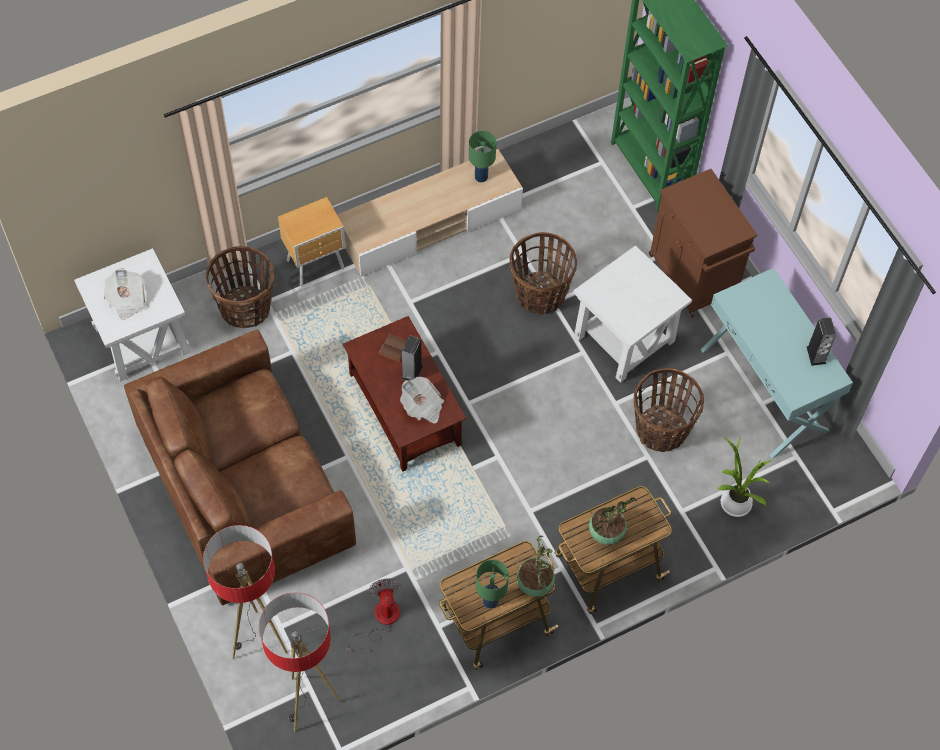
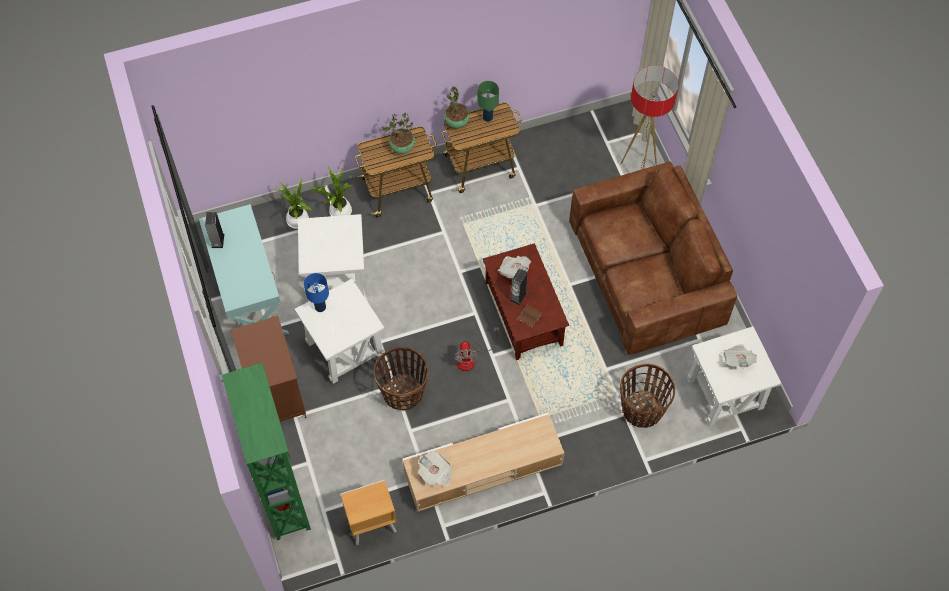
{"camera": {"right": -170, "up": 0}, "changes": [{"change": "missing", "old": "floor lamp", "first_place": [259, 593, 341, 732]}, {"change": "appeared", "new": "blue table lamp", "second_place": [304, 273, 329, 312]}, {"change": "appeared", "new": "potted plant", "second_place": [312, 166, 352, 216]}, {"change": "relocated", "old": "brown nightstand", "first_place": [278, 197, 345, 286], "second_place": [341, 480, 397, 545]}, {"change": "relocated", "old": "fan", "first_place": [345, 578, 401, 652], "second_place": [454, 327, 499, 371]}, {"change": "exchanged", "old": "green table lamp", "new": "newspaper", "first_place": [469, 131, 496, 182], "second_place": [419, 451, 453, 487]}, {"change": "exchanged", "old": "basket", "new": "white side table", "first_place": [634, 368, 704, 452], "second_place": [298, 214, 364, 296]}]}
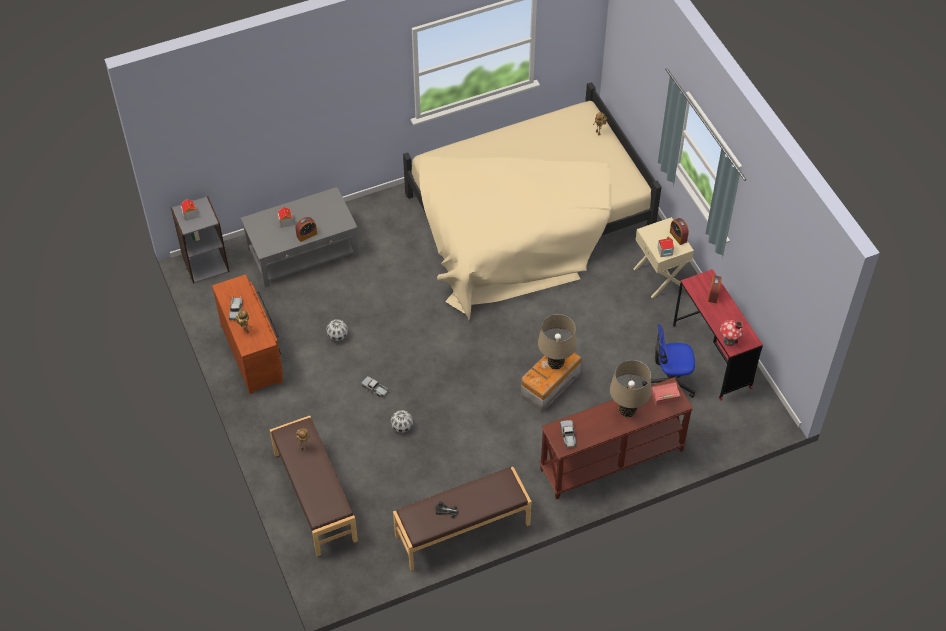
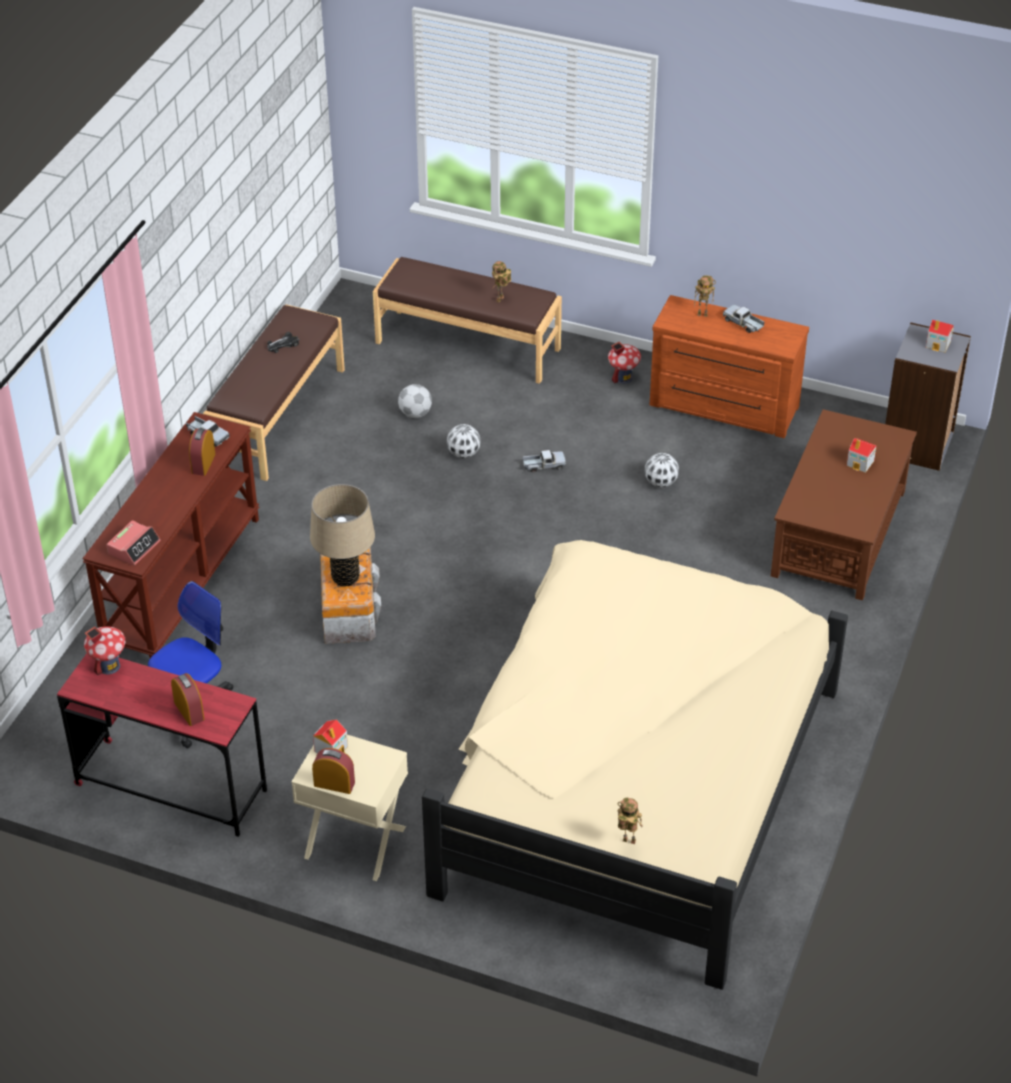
{"camera": {"right": 135, "up": -10}, "changes": [{"change": "missing", "old": "beige table lamp", "first_place": [610, 360, 651, 418]}, {"change": "appeared", "new": "football", "second_place": [398, 384, 432, 418]}, {"change": "appeared", "new": "toy house", "second_place": [608, 341, 641, 384]}, {"change": "relocated", "old": "alarm clock", "first_place": [296, 217, 317, 242], "second_place": [189, 428, 216, 476]}, {"change": "colour", "old": "grey coffee table", "new": "brown coffee table", "first_place": [241, 187, 359, 287], "second_place": [771, 409, 917, 601]}]}
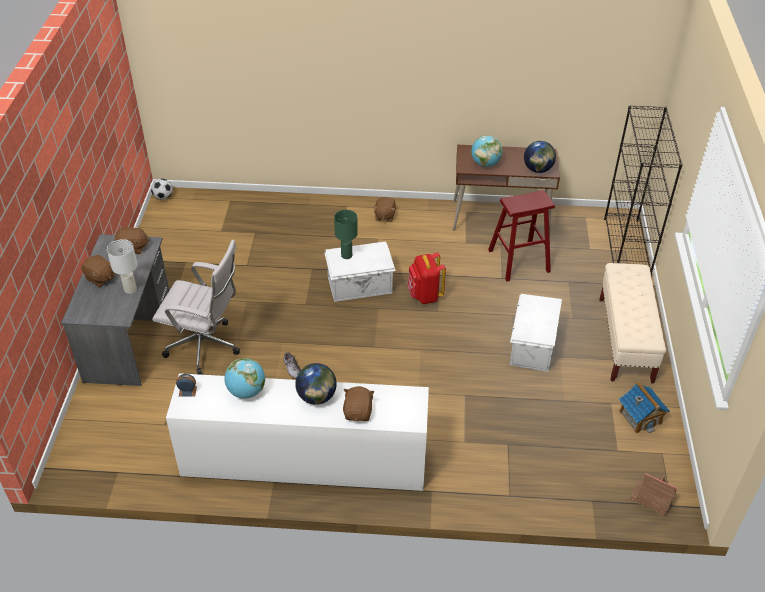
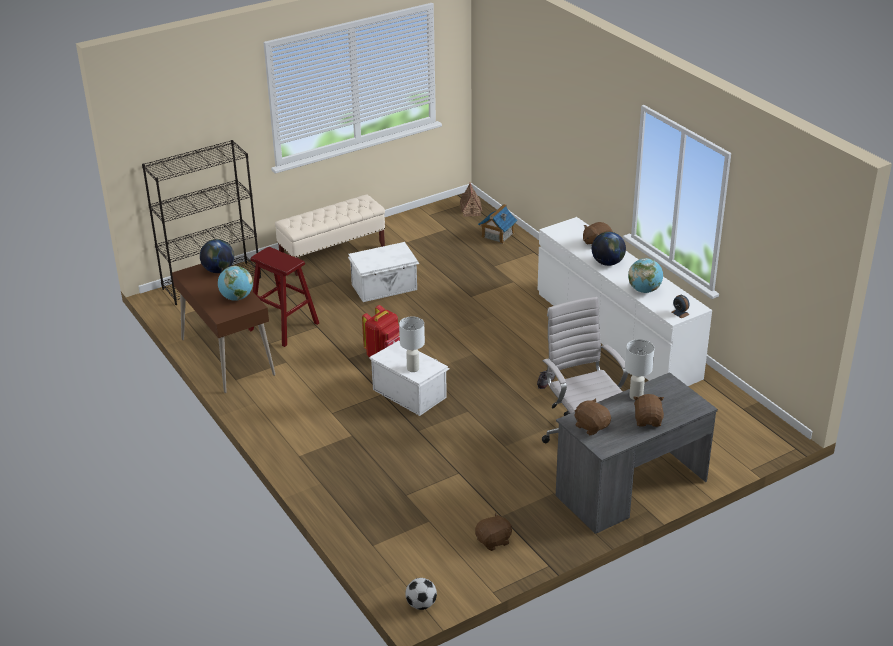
{"camera": {"right": -125, "up": -10}, "changes": [{"change": "relocated", "old": "brown plush toy", "first_place": [373, 197, 396, 222], "second_place": [475, 512, 512, 551]}, {"change": "relocated", "old": "toy house", "first_place": [619, 381, 670, 433], "second_place": [478, 204, 518, 244]}, {"change": "colour", "old": "green table lamp", "new": "white table lamp", "first_place": [334, 210, 358, 259], "second_place": [399, 316, 425, 372]}]}
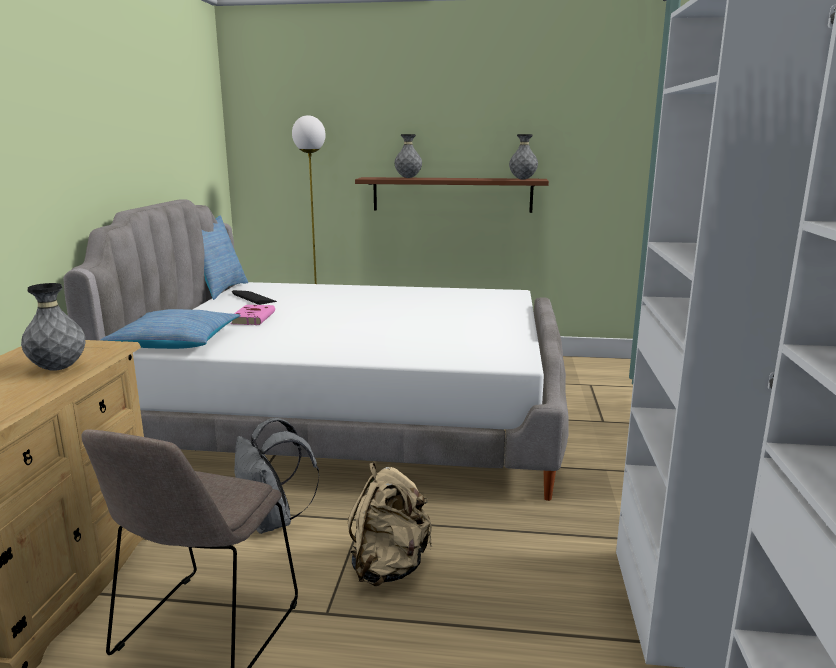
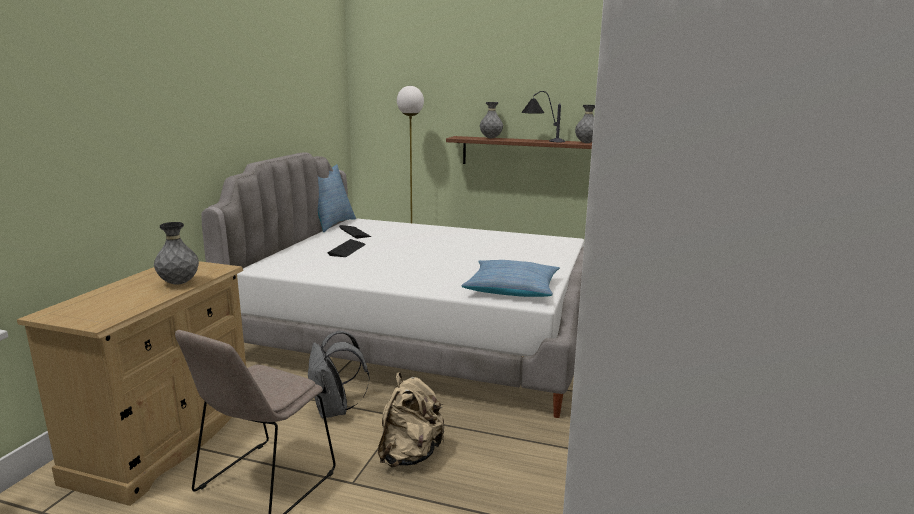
{"camera": {"right": 10, "up": 0}, "changes": [{"change": "appeared", "new": "table lamp", "second_place": [522, 91, 565, 142]}, {"change": "relocated", "old": "pillow", "first_place": [100, 309, 240, 349], "second_place": [462, 260, 560, 297]}, {"change": "exchanged", "old": "pink book", "new": "keyboard", "first_place": [231, 305, 275, 325], "second_place": [327, 239, 366, 257]}]}
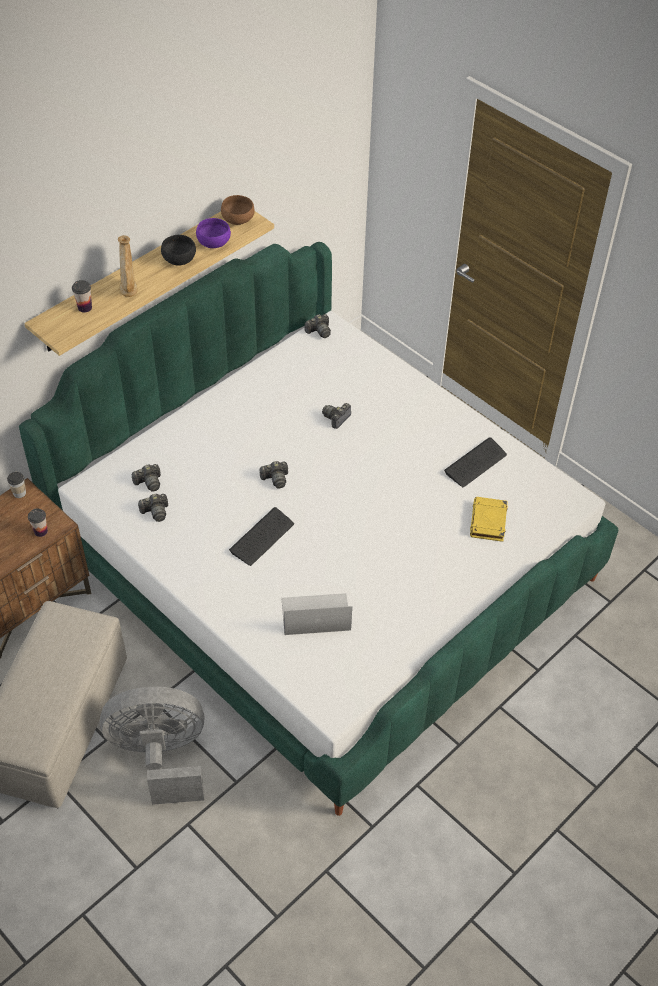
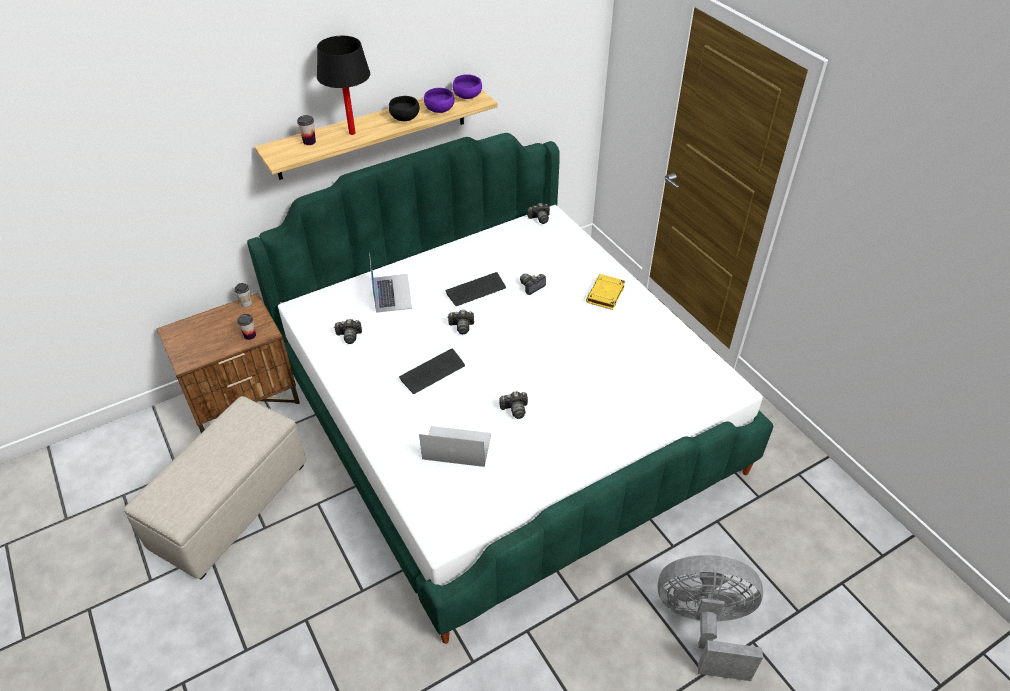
{"camera": {"right": 15, "up": -5}, "changes": [{"change": "appeared", "new": "laptop", "second_place": [369, 253, 412, 313]}, {"change": "relocated", "old": "grey fan", "first_place": [100, 687, 205, 805], "second_place": [657, 555, 763, 681]}, {"change": "relocated", "old": "photo camera", "first_place": [132, 464, 161, 492], "second_place": [499, 391, 528, 419]}, {"change": "relocated", "old": "keyboard", "first_place": [444, 437, 507, 487], "second_place": [445, 272, 506, 306]}, {"change": "relocated", "old": "yellow book", "first_place": [470, 497, 508, 542], "second_place": [586, 274, 625, 310]}, {"change": "exchanged", "old": "beige vase", "new": "black table lamp", "first_place": [118, 235, 138, 297], "second_place": [317, 36, 370, 135]}, {"change": "colour", "old": "brown bowl", "new": "purple bowl", "first_place": [221, 195, 255, 225], "second_place": [452, 74, 482, 99]}]}
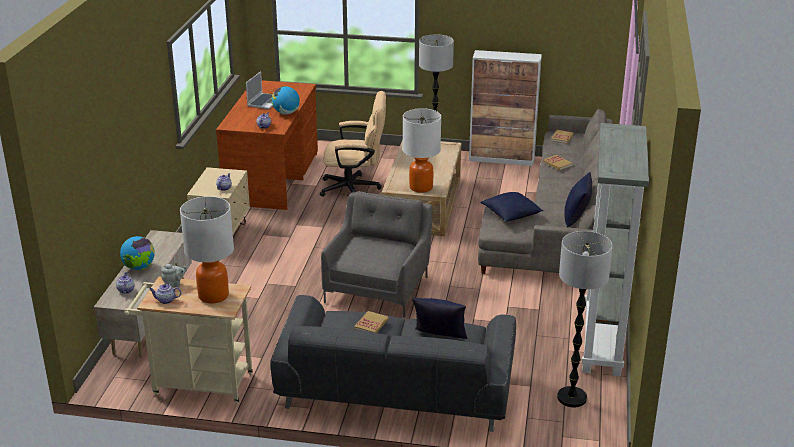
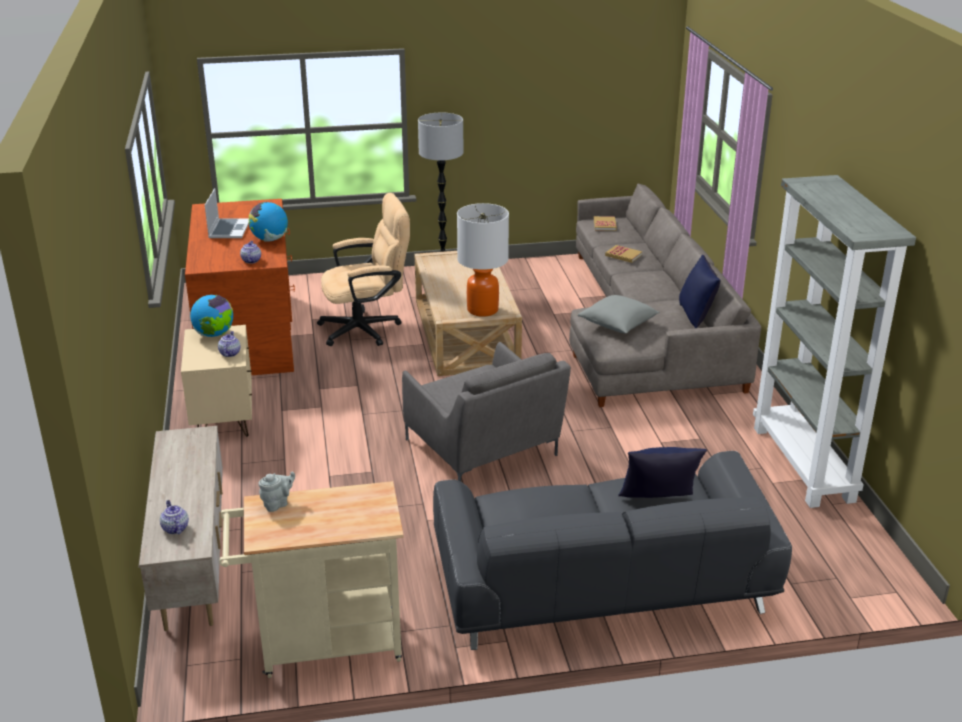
{"camera": {"right": -20, "up": 0}, "changes": [{"change": "missing", "old": "teapot", "first_place": [149, 284, 181, 304]}, {"change": "missing", "old": "table lamp", "first_place": [180, 196, 234, 303]}, {"change": "missing", "old": "book", "first_place": [354, 311, 389, 333]}, {"change": "missing", "old": "cabinet", "first_place": [469, 50, 542, 166]}, {"change": "missing", "old": "floor lamp", "first_place": [557, 231, 613, 407]}, {"change": "relocated", "old": "globe", "first_place": [120, 236, 155, 270], "second_place": [190, 295, 233, 337]}, {"change": "colour", "old": "blue pillow", "new": "grey pillow", "first_place": [480, 192, 543, 222], "second_place": [578, 295, 660, 333]}, {"change": "spun", "old": "grey armchair", "first_place": [321, 191, 432, 318], "second_place": [402, 342, 571, 481], "degrees": 150}]}
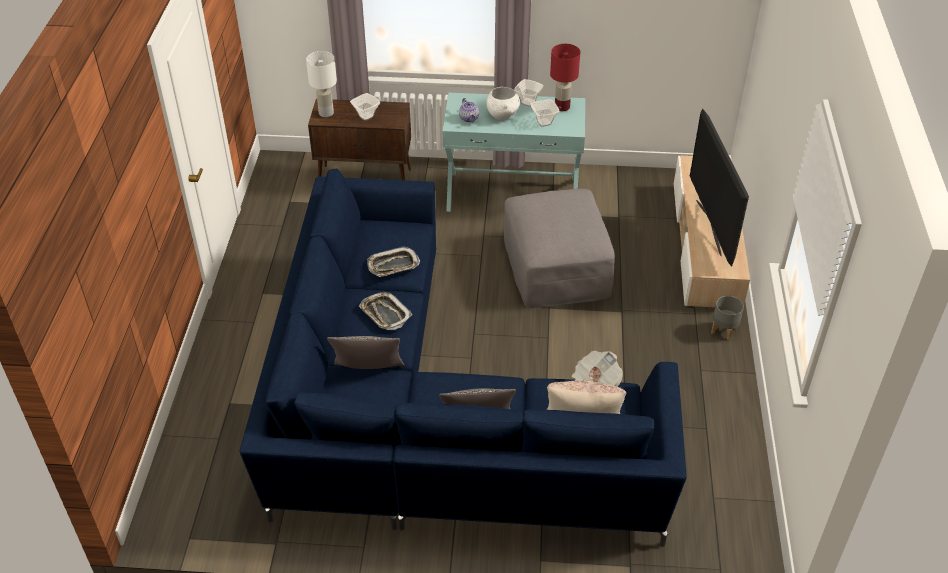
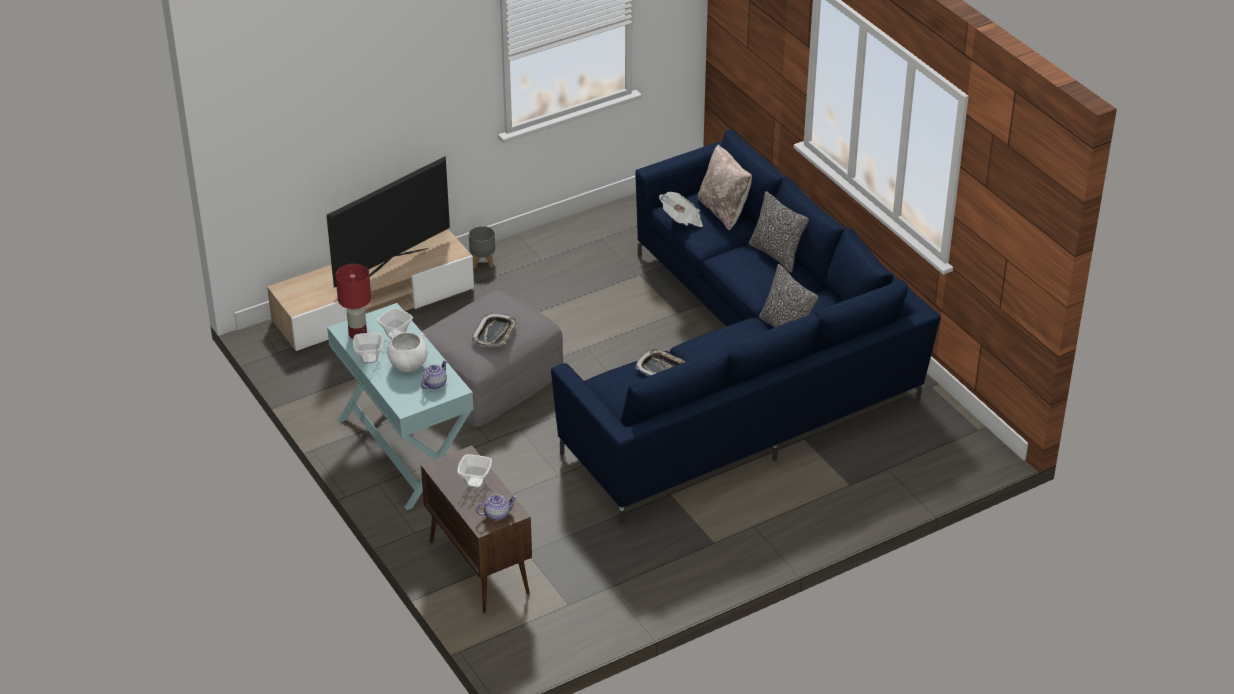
{"camera": {"right": -125, "up": -5}, "changes": [{"change": "relocated", "old": "tray", "first_place": [359, 292, 412, 330], "second_place": [472, 313, 517, 347]}, {"change": "exchanged", "old": "white table lamp", "new": "teapot", "first_place": [306, 51, 337, 117], "second_place": [476, 494, 517, 521]}]}
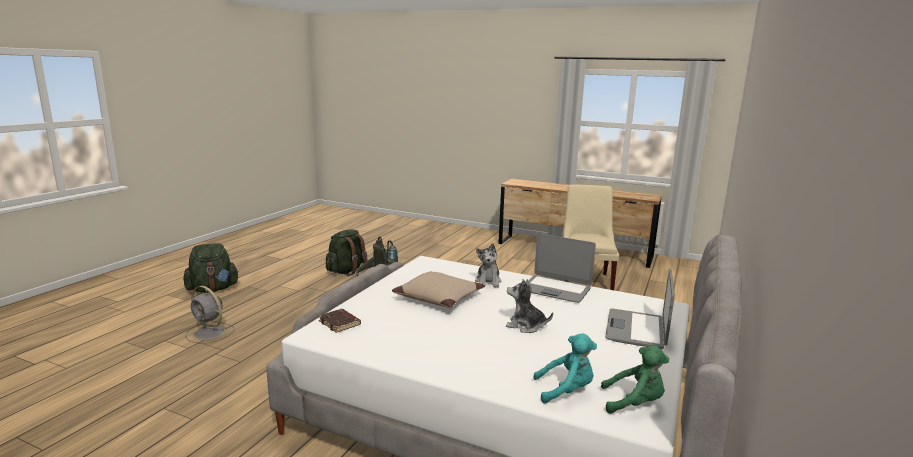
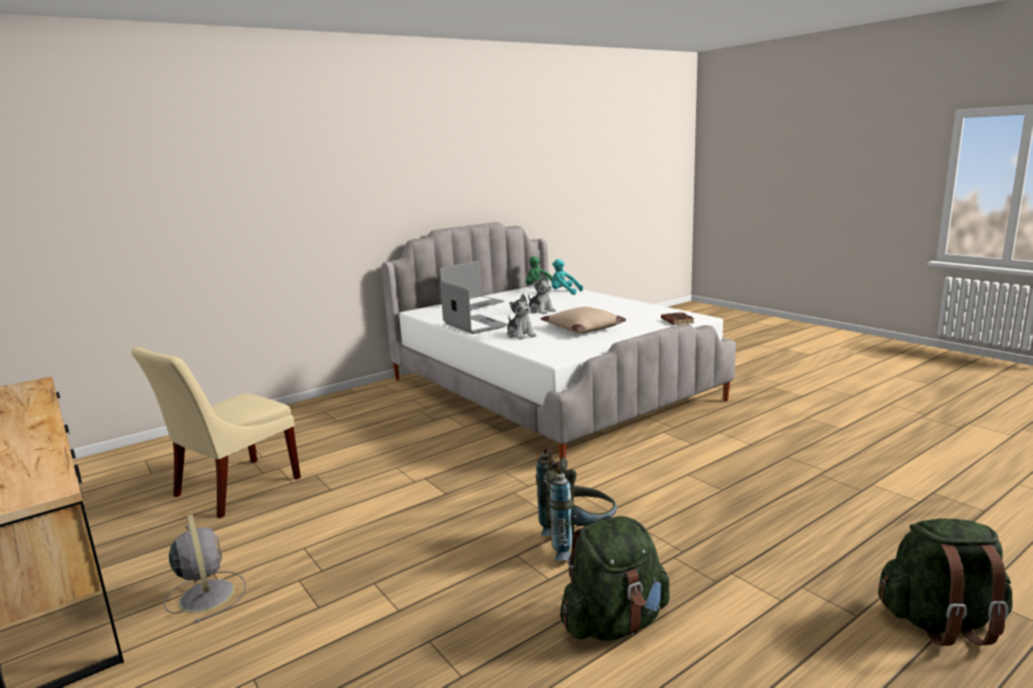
{"camera": {"right": -150, "up": 0}, "changes": [{"change": "relocated", "old": "grey fan", "first_place": [185, 286, 235, 344], "second_place": [164, 514, 246, 623]}, {"change": "spun", "old": "plush toy", "first_place": [475, 243, 501, 287], "second_place": [507, 294, 536, 340], "degrees": 120}]}
